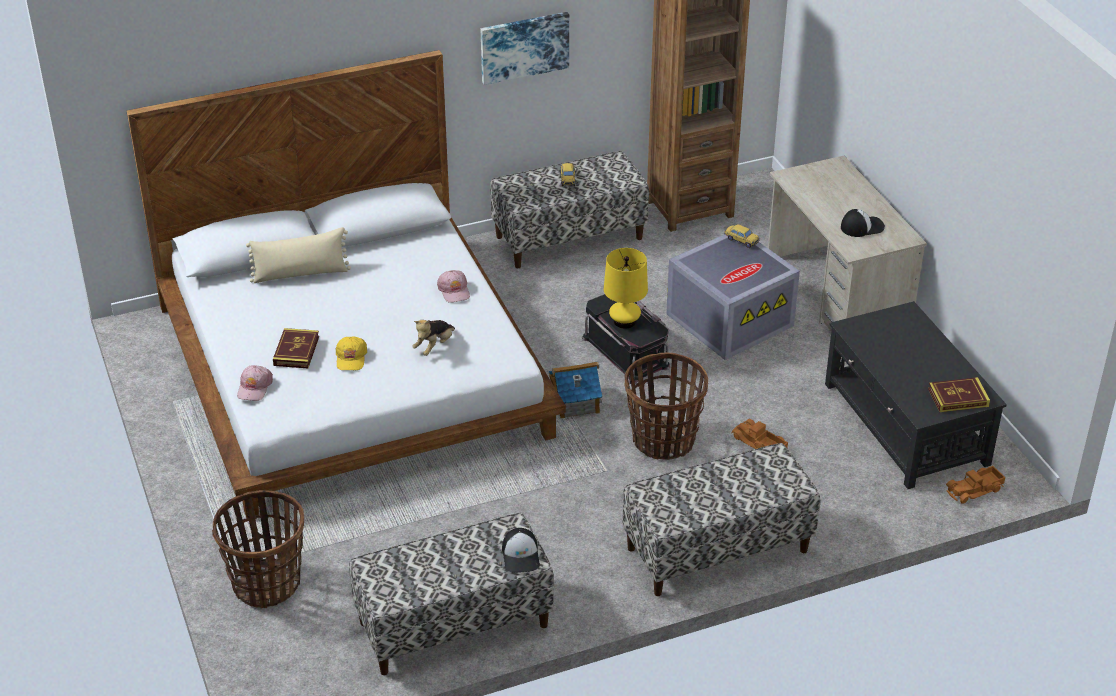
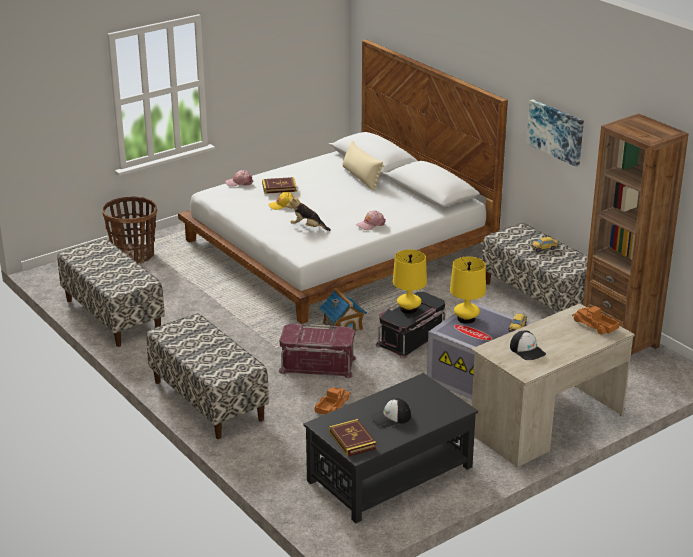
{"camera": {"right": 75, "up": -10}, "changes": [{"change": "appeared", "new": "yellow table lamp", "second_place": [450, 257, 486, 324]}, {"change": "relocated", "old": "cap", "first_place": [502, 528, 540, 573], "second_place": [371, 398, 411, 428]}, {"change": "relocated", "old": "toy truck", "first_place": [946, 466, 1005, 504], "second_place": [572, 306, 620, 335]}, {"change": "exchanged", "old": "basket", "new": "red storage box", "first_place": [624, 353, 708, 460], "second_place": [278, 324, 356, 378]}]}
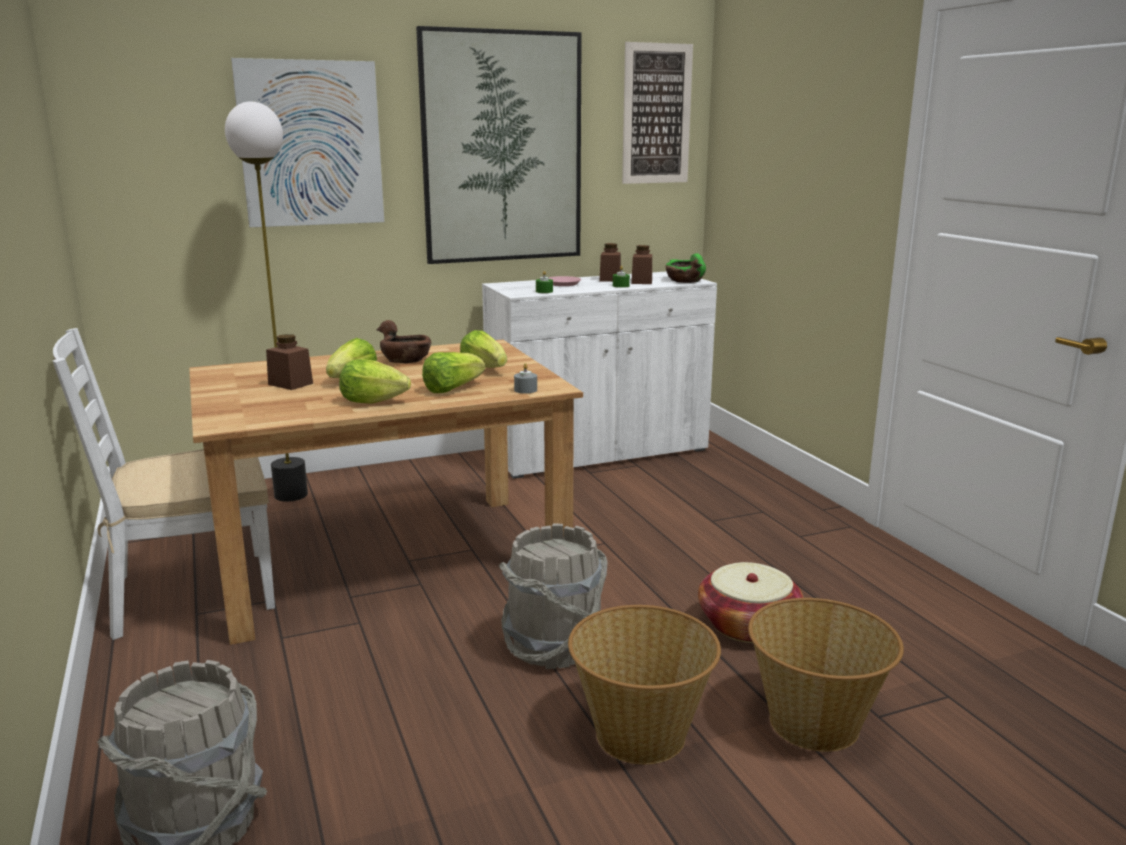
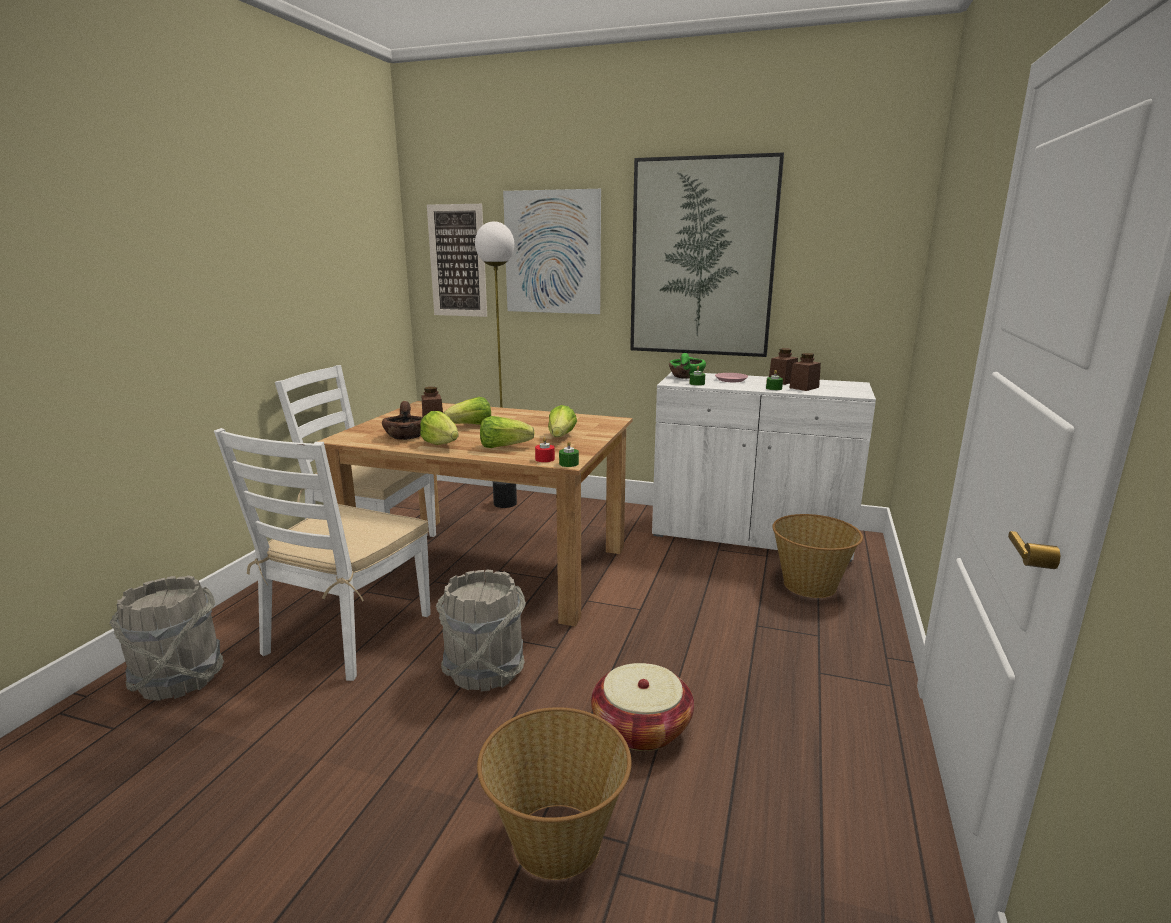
{"camera": {"right": 40, "up": 0}, "changes": [{"change": "appeared", "new": "white chair", "second_place": [214, 428, 431, 681]}, {"change": "appeared", "new": "green candle", "second_place": [559, 441, 579, 467]}, {"change": "relocated", "old": "brown bowl", "first_place": [377, 320, 432, 363], "second_place": [382, 401, 423, 440]}, {"change": "relocated", "old": "basket", "first_place": [568, 605, 721, 765], "second_place": [772, 514, 863, 598]}, {"change": "relocated", "old": "picture", "first_place": [622, 42, 693, 184], "second_place": [427, 204, 487, 317]}, {"change": "relocated", "old": "green bowl", "first_place": [666, 253, 706, 283], "second_place": [669, 353, 706, 379]}, {"change": "colour", "old": "grey candle", "new": "red candle", "first_place": [514, 363, 537, 394], "second_place": [535, 437, 555, 462]}]}
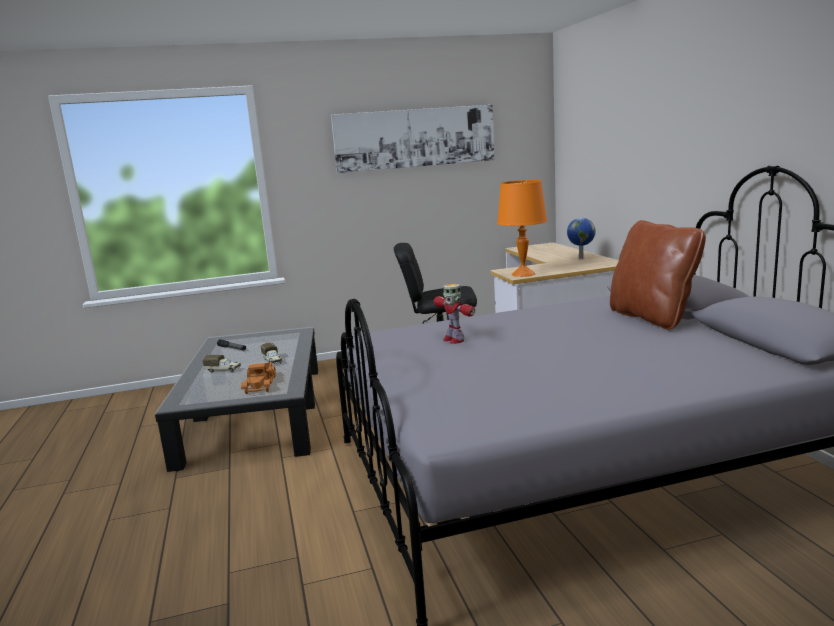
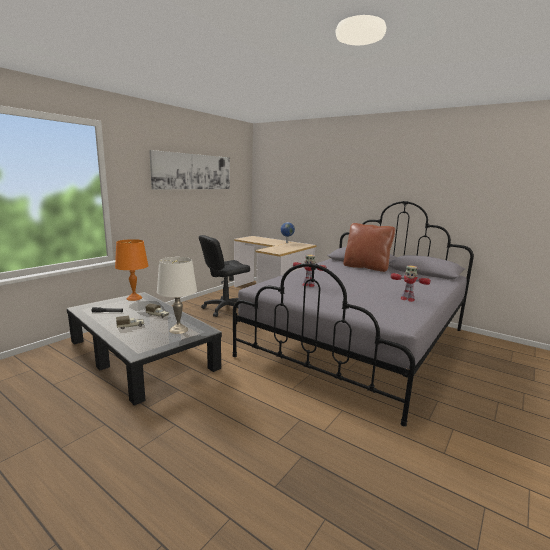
{"camera": {"right": -40, "up": 0}, "changes": [{"change": "appeared", "new": "toy robot", "second_place": [391, 265, 431, 302]}, {"change": "relocated", "old": "orange table lamp", "first_place": [497, 180, 547, 277], "second_place": [115, 239, 149, 301]}, {"change": "exchanged", "old": "toy truck", "new": "white table lamp", "first_place": [241, 362, 276, 394], "second_place": [157, 257, 197, 334]}]}
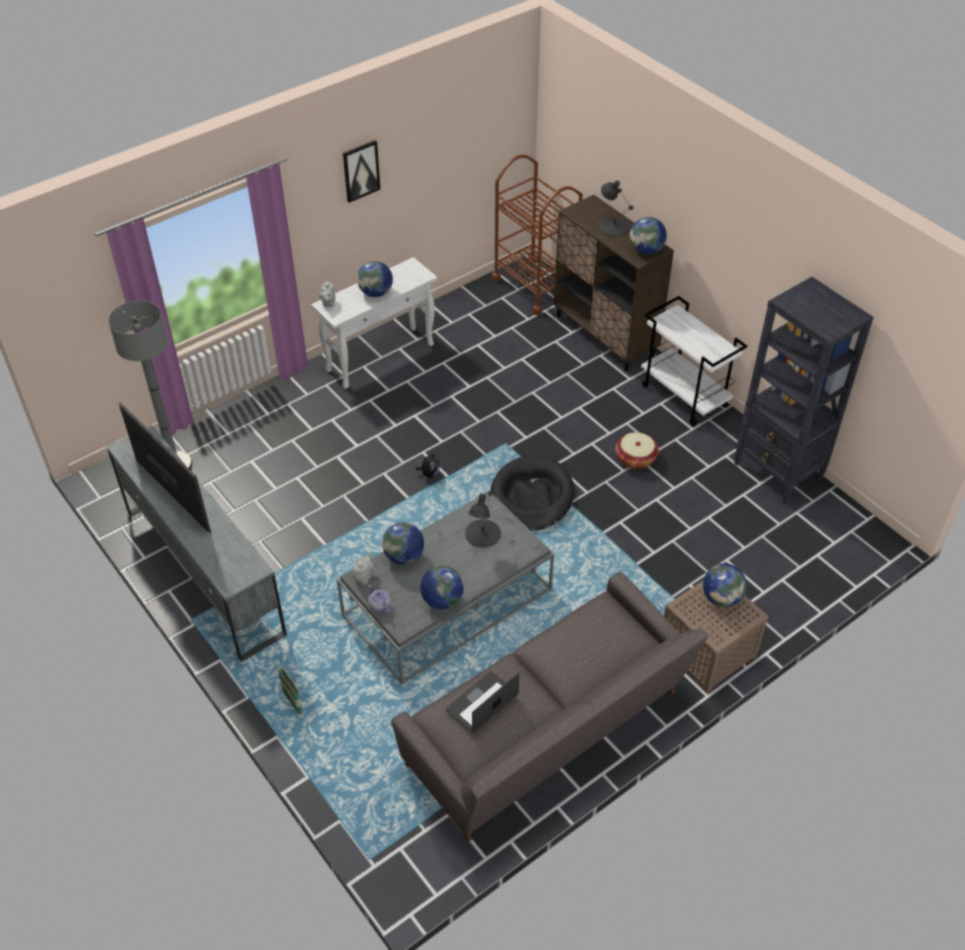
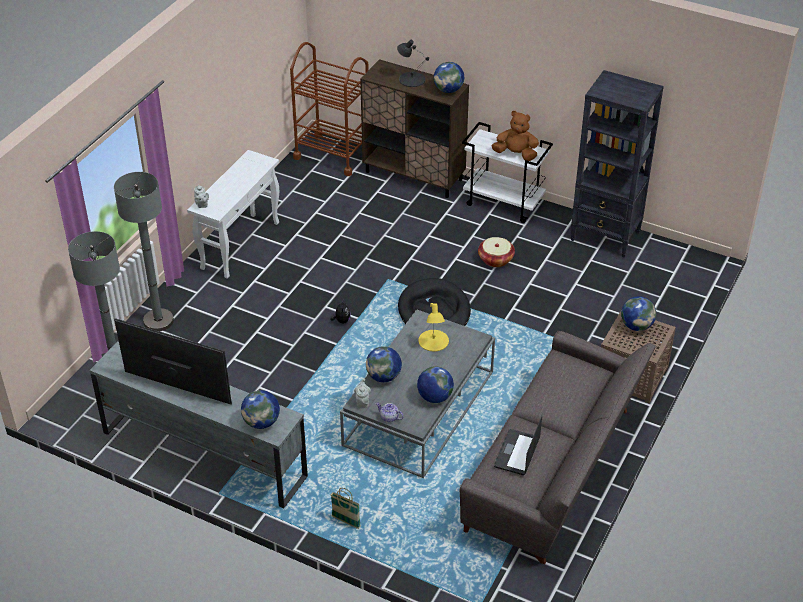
{"camera": {"right": -25, "up": -5}, "changes": [{"change": "missing", "old": "picture", "first_place": [343, 140, 380, 203]}, {"change": "appeared", "new": "grey floor lamp", "second_place": [114, 172, 174, 331]}, {"change": "appeared", "new": "brown plush toy", "second_place": [492, 111, 539, 161]}, {"change": "relocated", "old": "globe", "first_place": [357, 261, 393, 297], "second_place": [241, 390, 280, 429]}, {"change": "colour", "old": "black table lamp", "new": "yellow table lamp", "first_place": [465, 491, 501, 548], "second_place": [419, 303, 449, 351]}]}
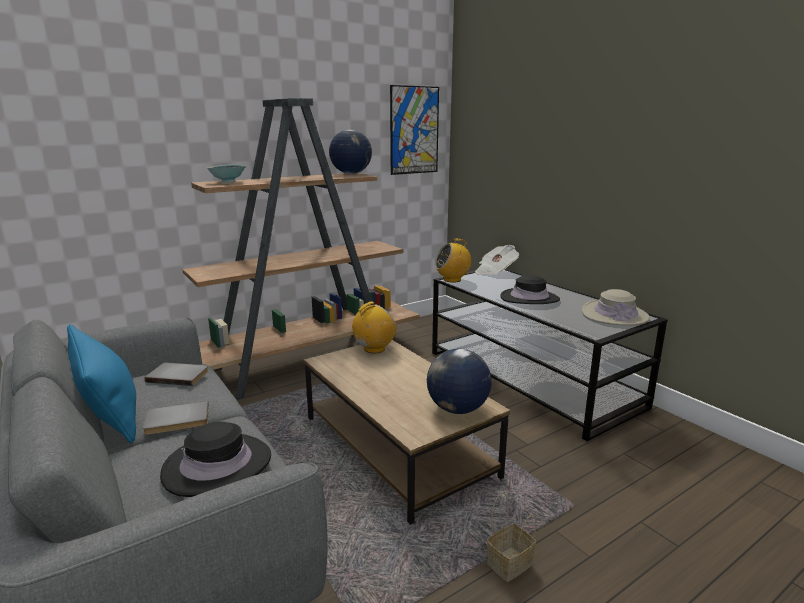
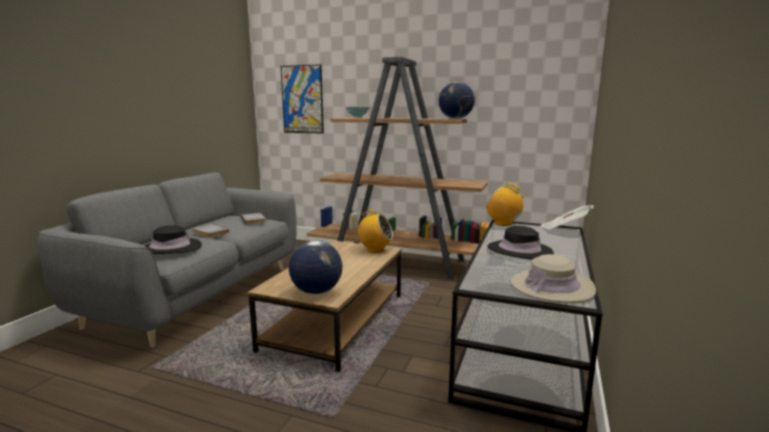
{"camera": {"right": 55, "up": -5}, "changes": [{"change": "missing", "old": "blue pillow", "first_place": [67, 324, 136, 443]}, {"change": "missing", "old": "basket", "first_place": [487, 492, 537, 582]}, {"change": "relocated", "old": "picture", "first_place": [390, 85, 439, 175], "second_place": [281, 64, 324, 134]}]}
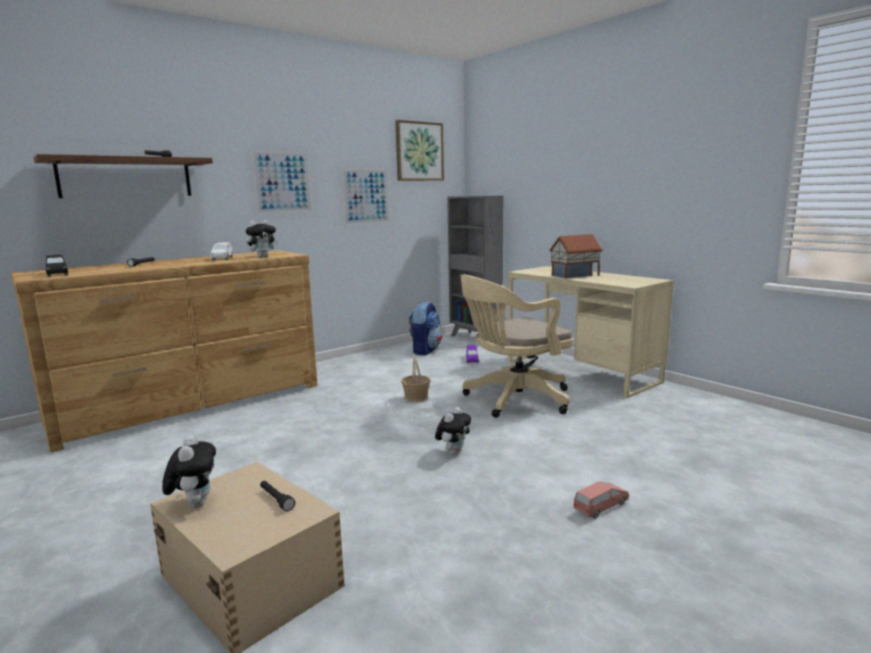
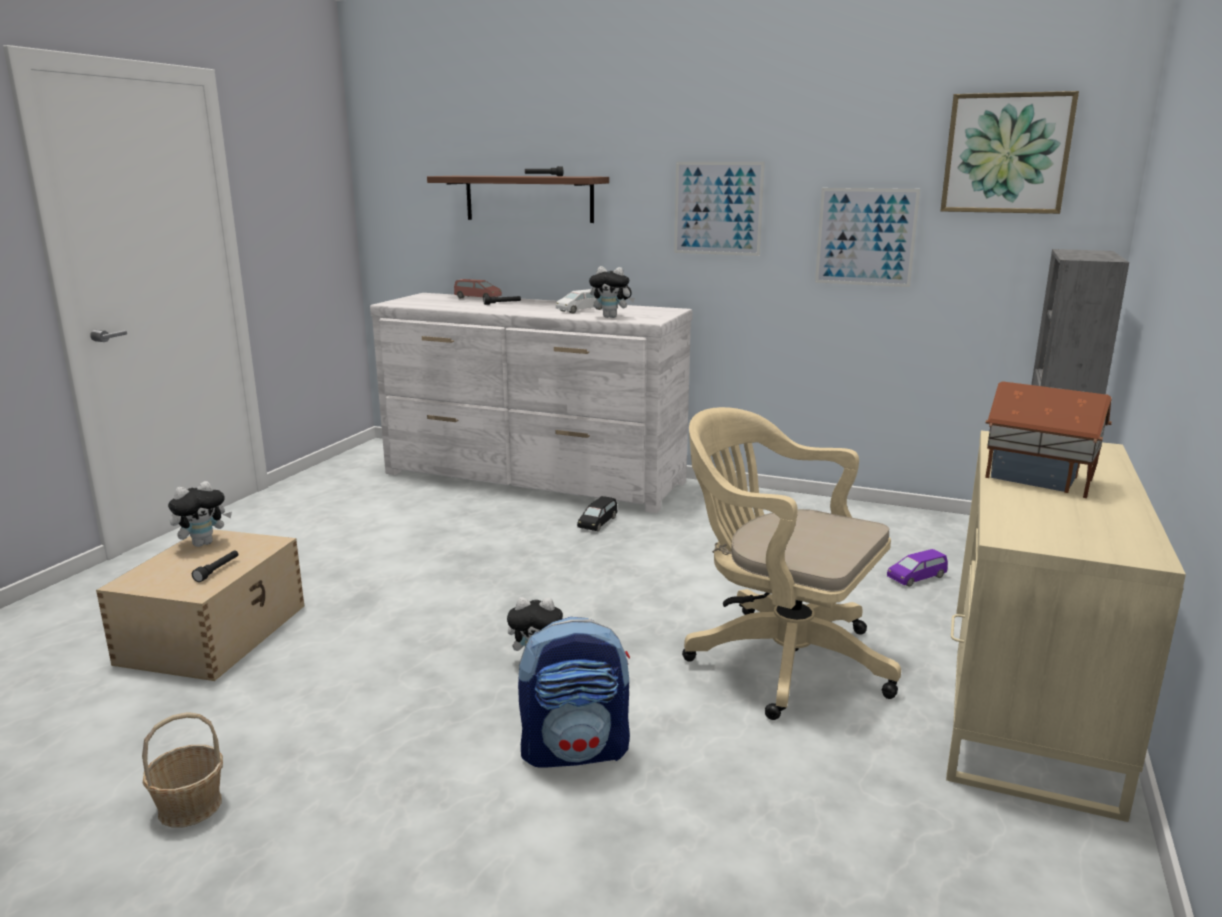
{"camera": {"right": 60, "up": 5}, "changes": [{"change": "relocated", "old": "black toy car", "first_place": [46, 255, 68, 276], "second_place": [577, 496, 617, 531]}, {"change": "relocated", "old": "basket", "first_place": [401, 356, 431, 402], "second_place": [142, 712, 223, 827]}, {"change": "relocated", "old": "backpack", "first_place": [409, 301, 442, 355], "second_place": [518, 617, 630, 768]}, {"change": "relocated", "old": "pink toy car", "first_place": [573, 481, 629, 519], "second_place": [454, 279, 502, 299]}, {"change": "colour", "old": "brown dresser", "new": "white dresser", "first_place": [11, 250, 318, 453], "second_place": [370, 293, 692, 513]}]}
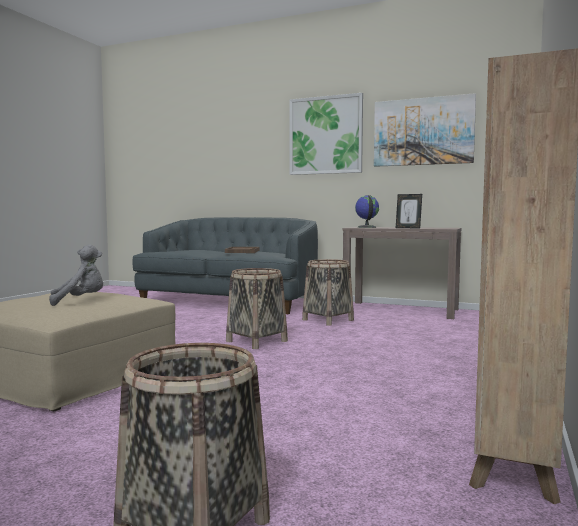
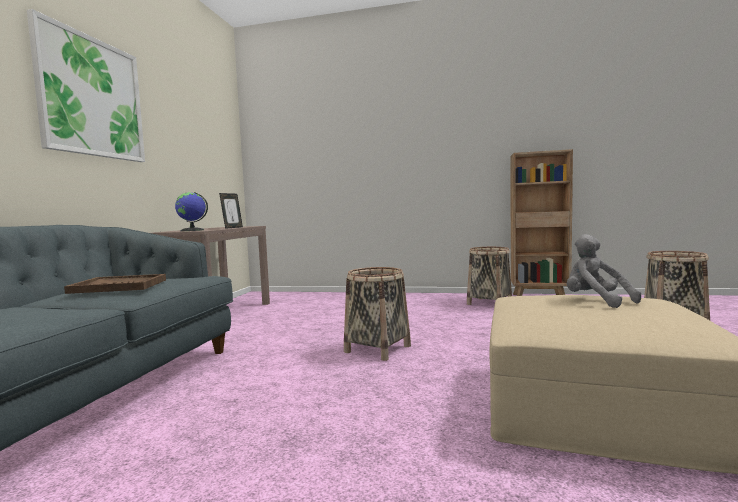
{"camera": {"right": -100, "up": 0}, "changes": [{"change": "missing", "old": "picture", "first_place": [374, 93, 476, 167]}, {"change": "relocated", "old": "basket", "first_place": [302, 259, 354, 326], "second_place": [467, 247, 512, 305]}]}
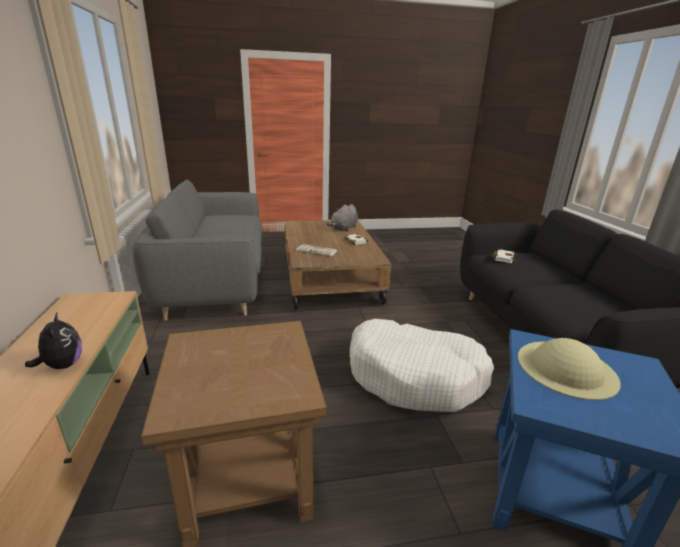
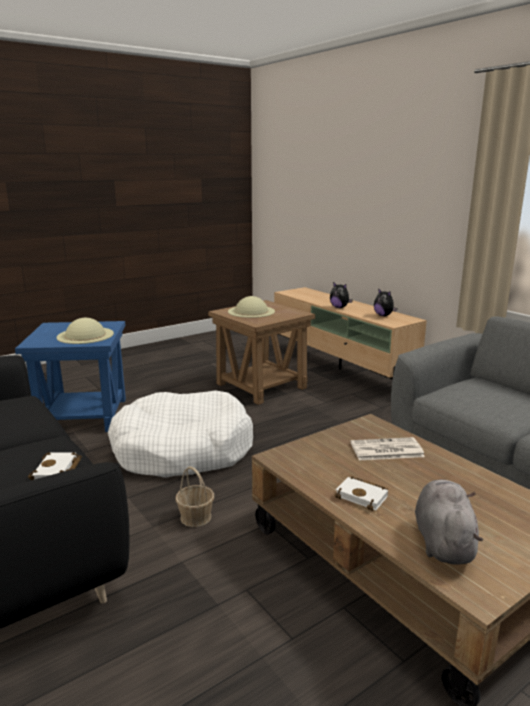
{"camera": {"right": 155, "up": -5}, "changes": [{"change": "appeared", "new": "basket", "second_place": [176, 466, 214, 527]}, {"change": "appeared", "new": "beige hat", "second_place": [228, 296, 275, 318]}, {"change": "appeared", "new": "plush toy", "second_place": [374, 288, 397, 316]}]}
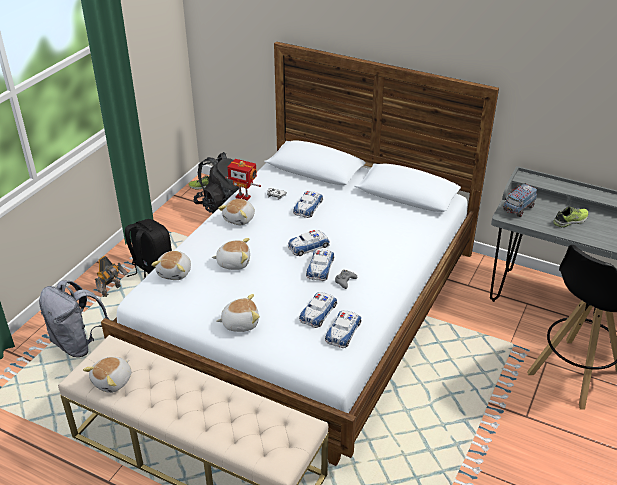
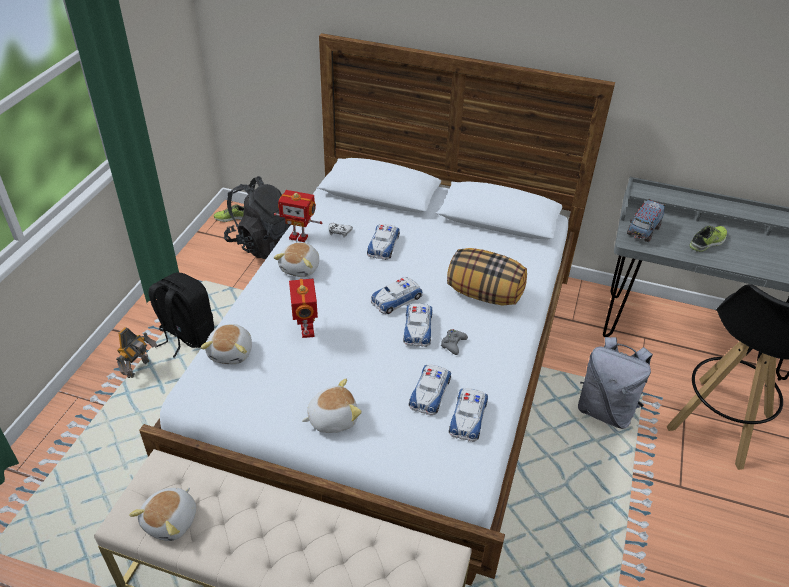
{"camera": {"right": -10, "up": 5}, "changes": [{"change": "appeared", "new": "pillow", "second_place": [447, 248, 527, 306]}, {"change": "relocated", "old": "grey backpack", "first_place": [39, 280, 110, 357], "second_place": [578, 337, 653, 429]}, {"change": "exchanged", "old": "plush toy", "new": "toy robot", "first_place": [212, 238, 250, 270], "second_place": [289, 279, 318, 338]}]}
